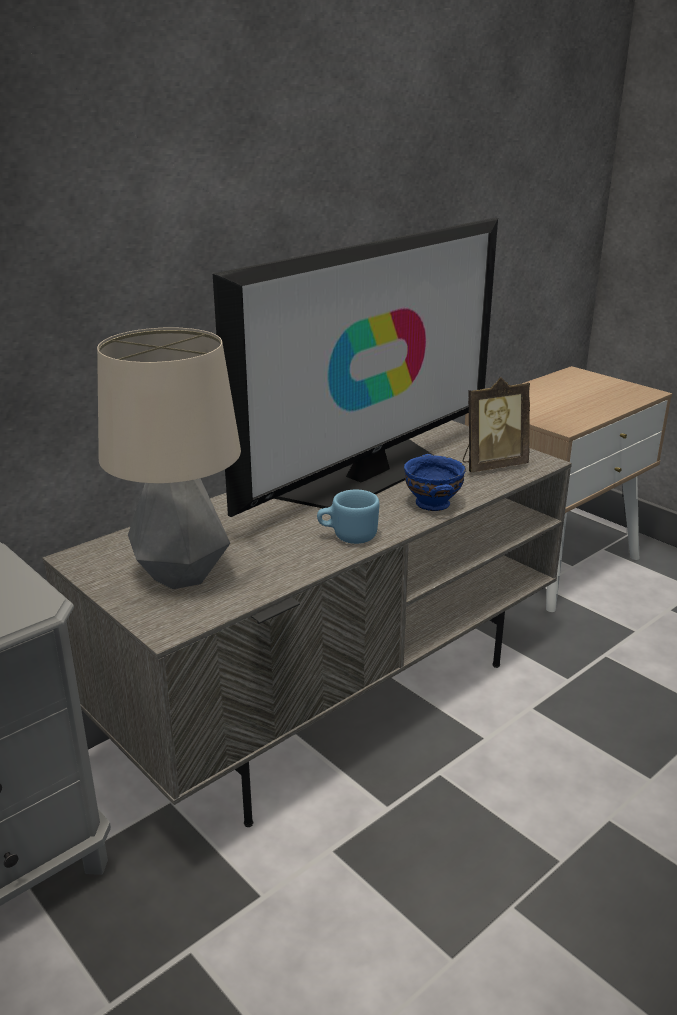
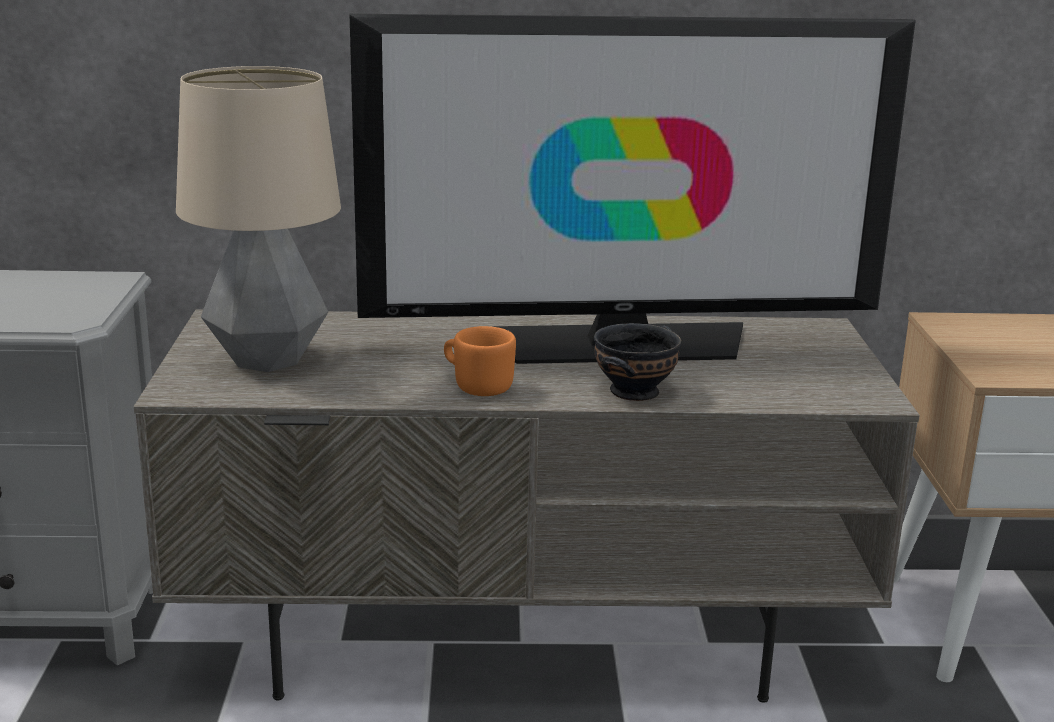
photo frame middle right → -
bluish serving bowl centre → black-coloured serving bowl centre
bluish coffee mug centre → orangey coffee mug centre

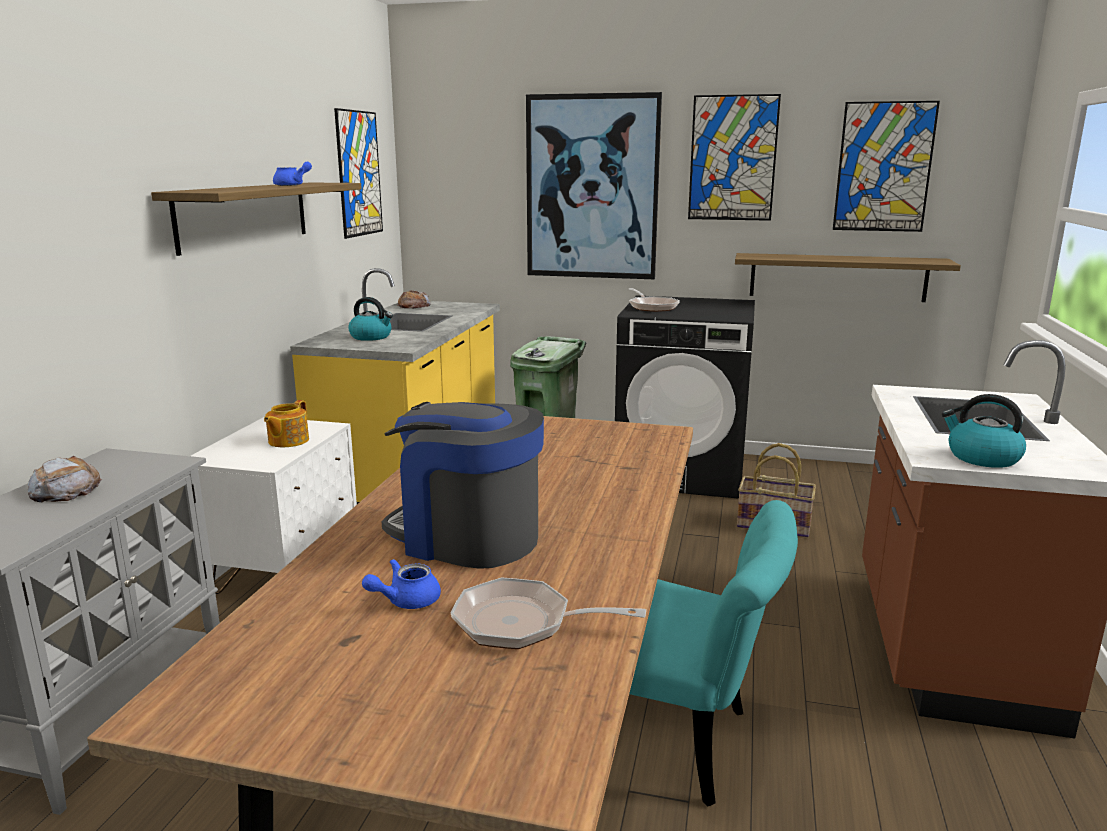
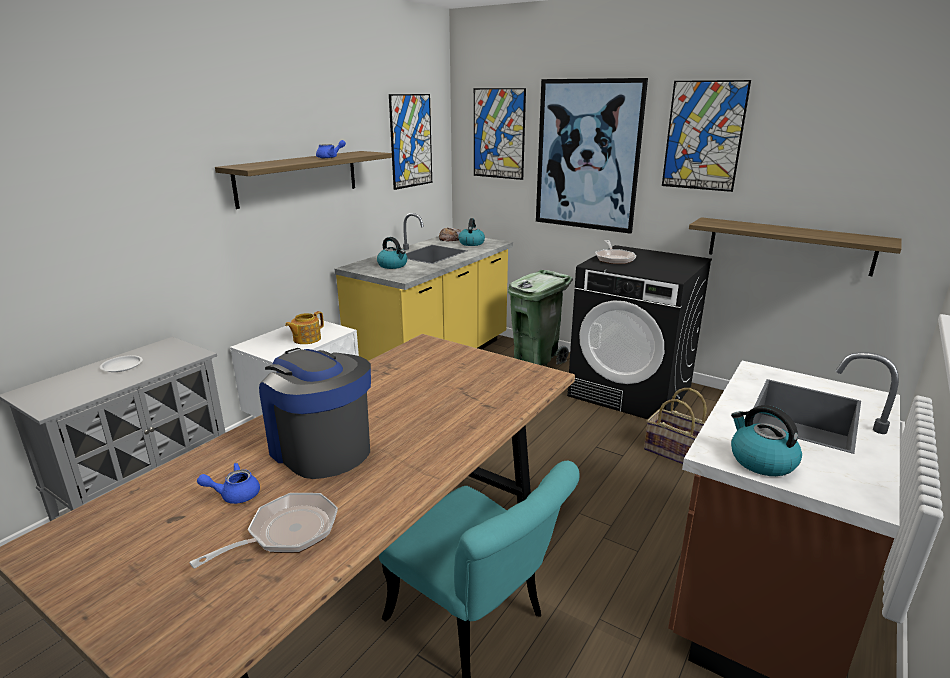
wall picture (4th from left in the first image) top right → wall picture (2nd from left) top centre, move
bakery bread (1st from left) middle left → white flat dish middle left
frying pan (1st from left) bottom centre → frying pan (1st from left) bottom left, 105 degrees clockwise
- → kettle (2nd from left) centre

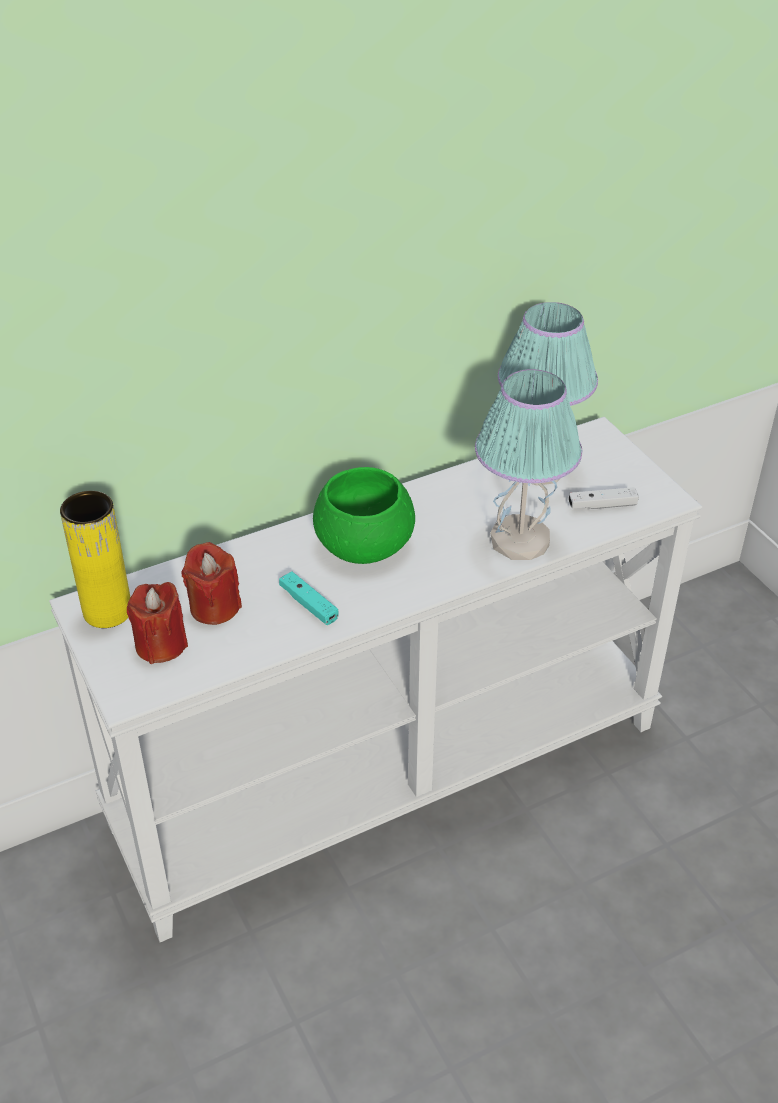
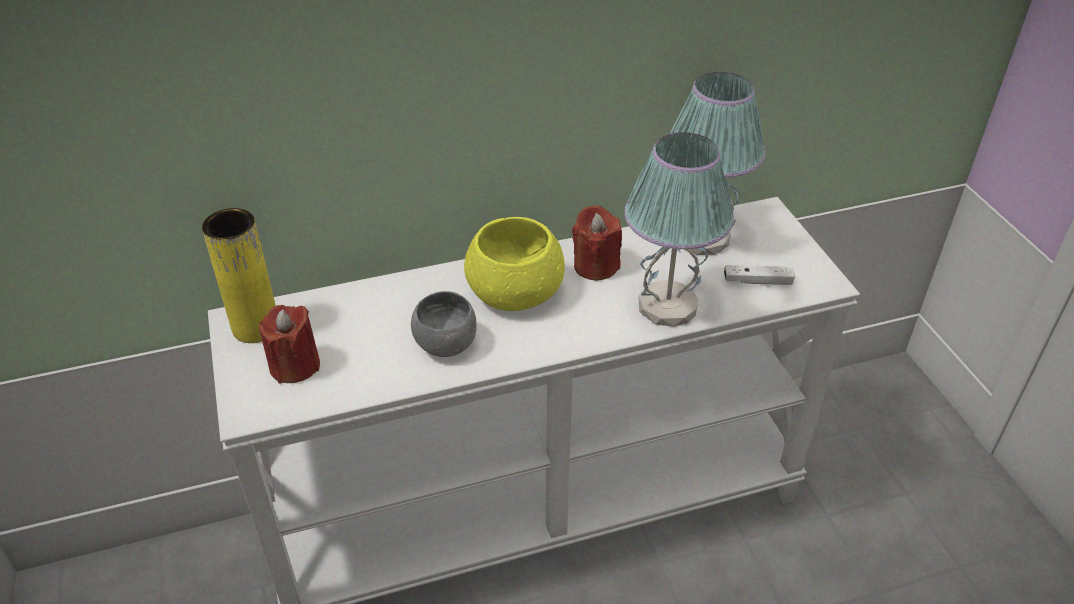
green-coloured serving bowl centre → yellow serving bowl centre
reddish wax candle (2nd from left) middle left → reddish wax candle (2nd from left) centre, move
blue-green gamepad centre → gray serving bowl centre

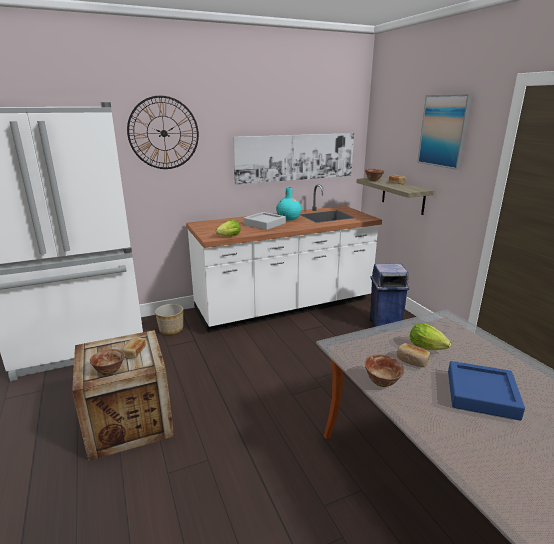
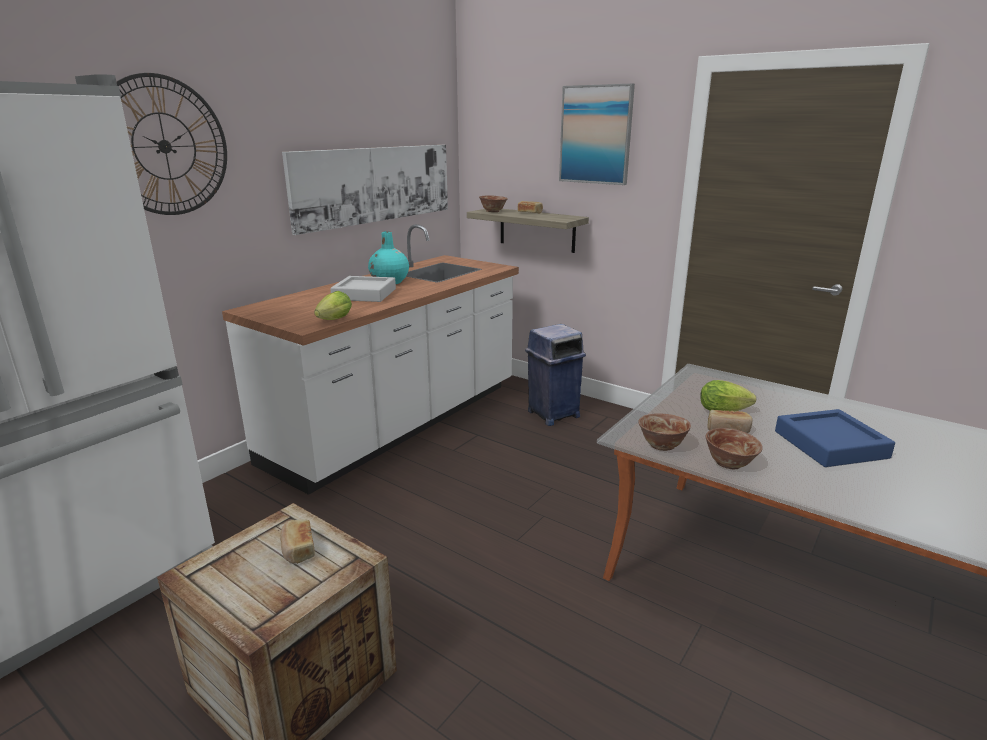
plant pot middle left → -
serving bowl (1st from left in the first image) middle left → serving bowl (2nd from left) middle right, move

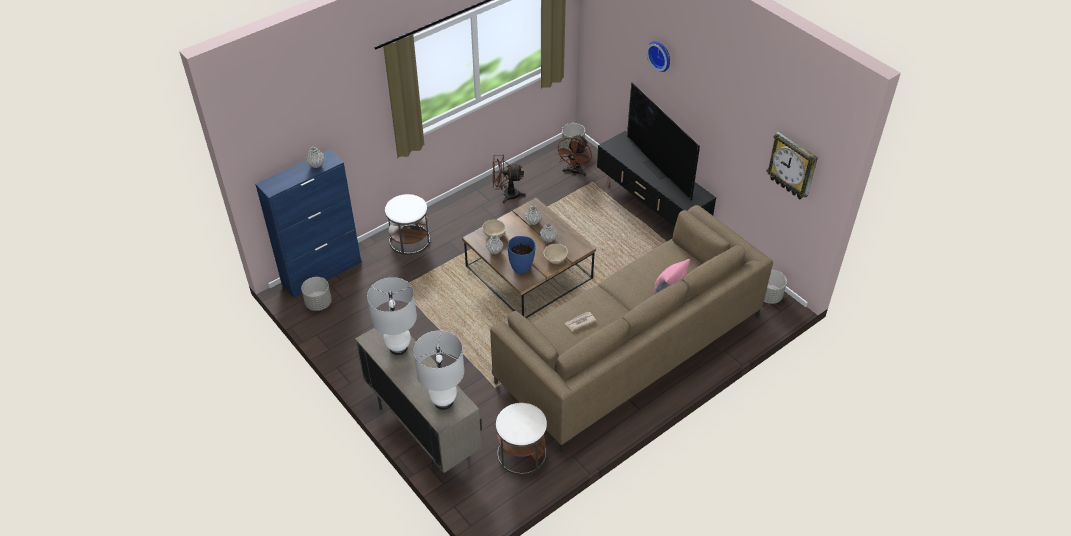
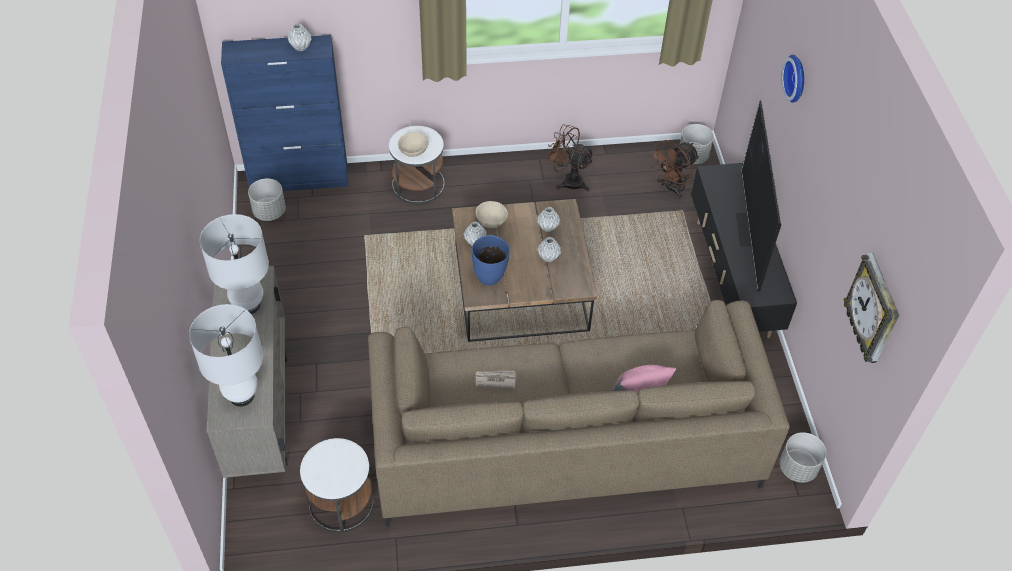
sand-coloured serving bowl (2nd from left in the first image) centre → sand-coloured serving bowl (1st from left) top centre, move

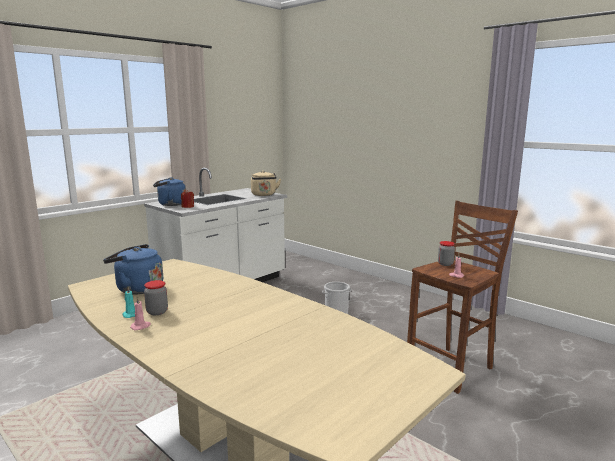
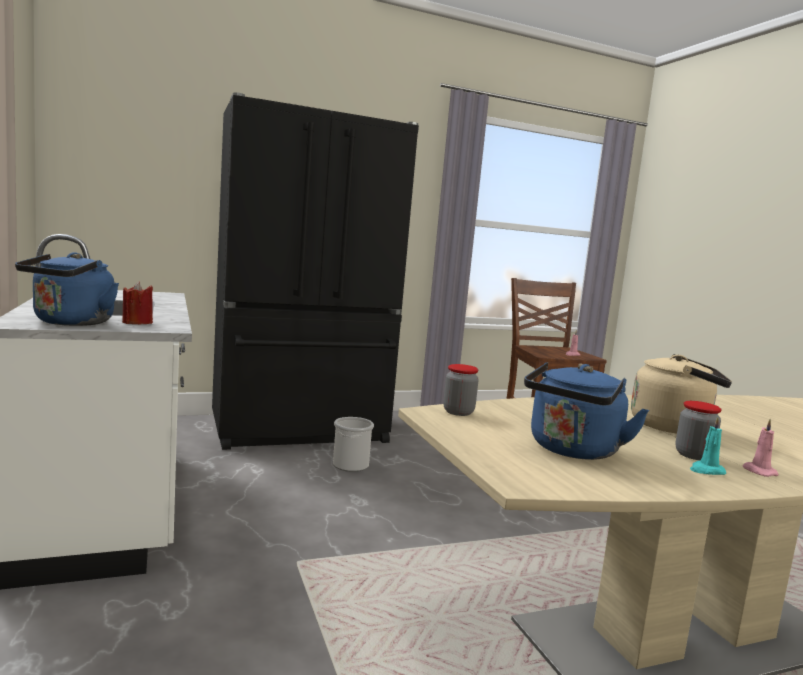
sand-coloured kettle centre → sand-coloured kettle middle right, move
storage jar (2nd from left in the first image) middle right → storage jar (1st from left) centre, move
- → black-coloured fridge centre

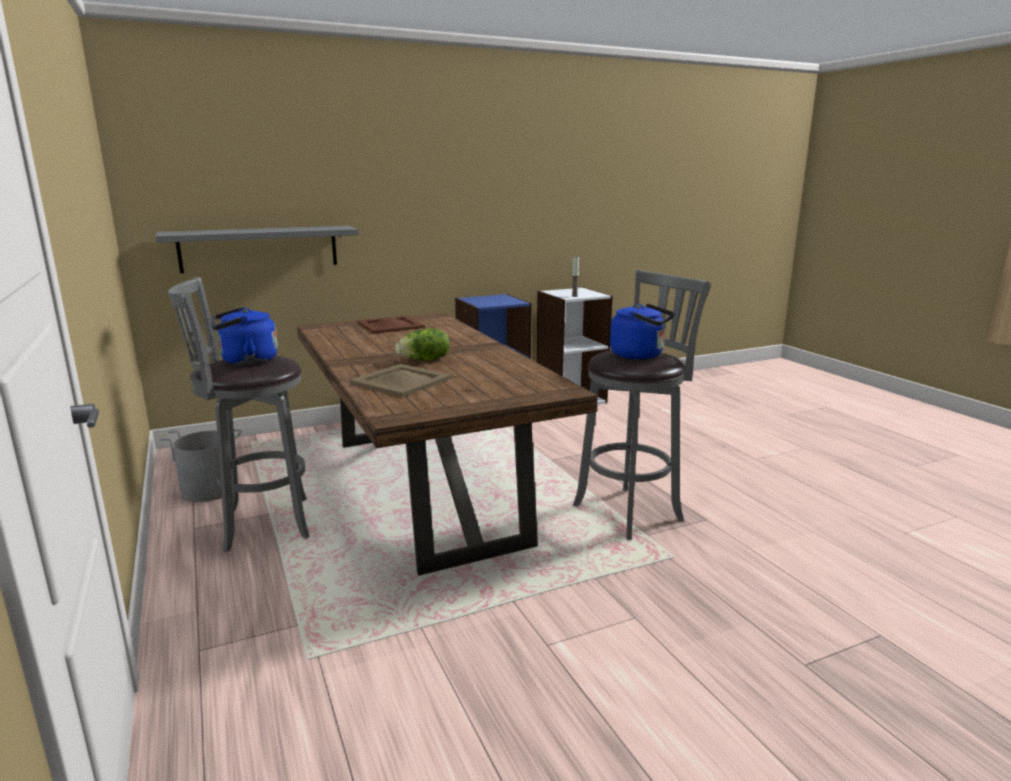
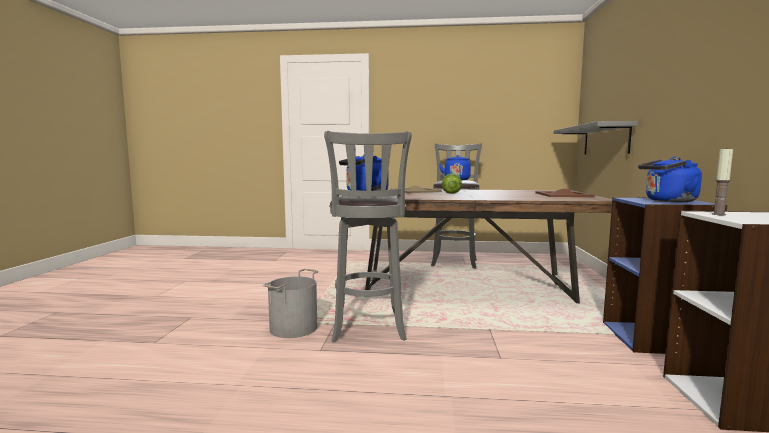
gray bucket middle left → gray bucket bottom centre, move
- → bluish kettle (3rd from left) middle right

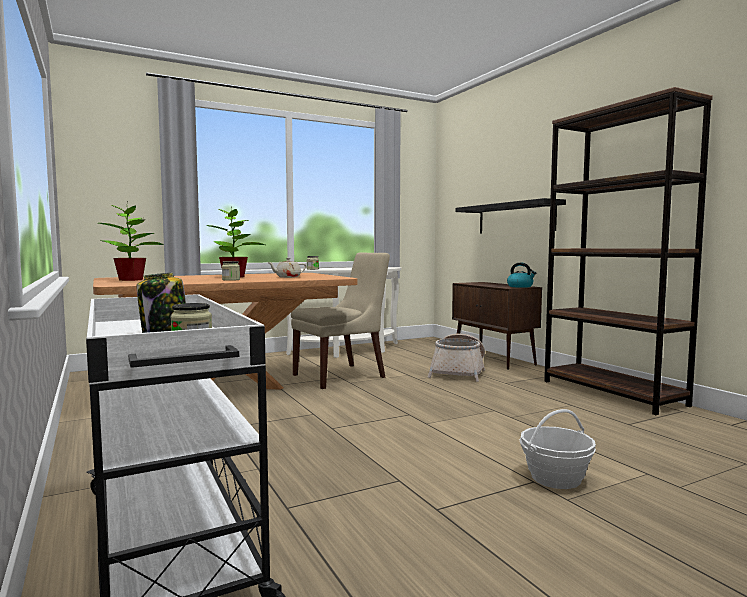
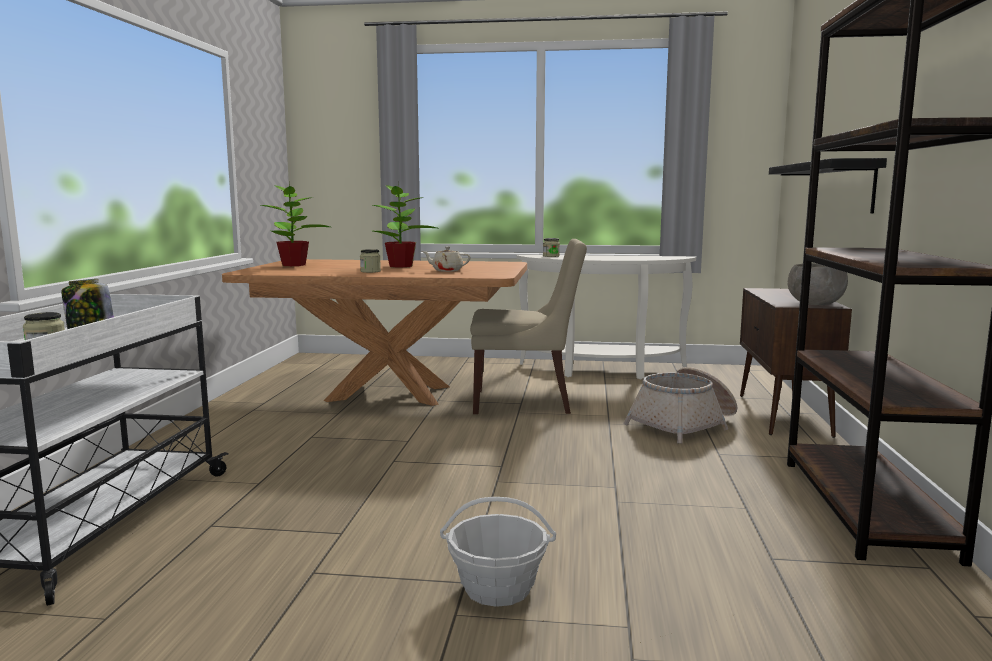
kettle middle right → gray serving bowl middle right

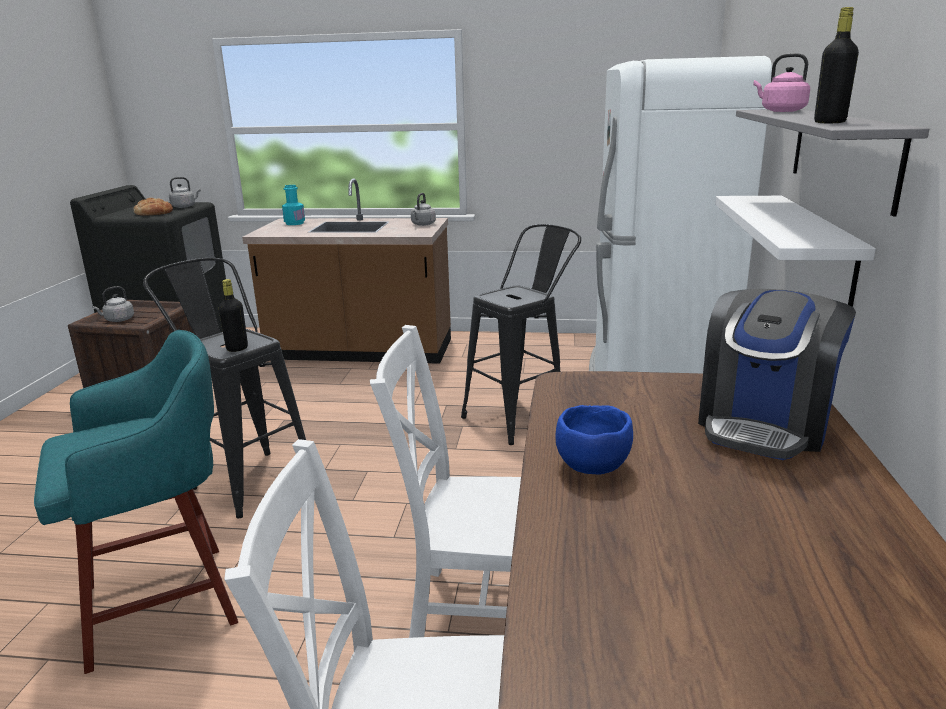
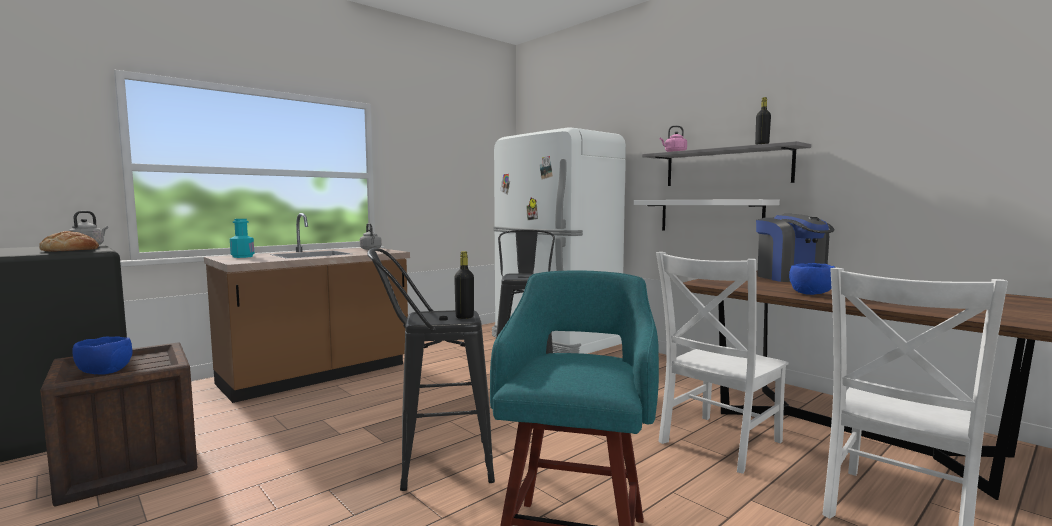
gray kettle (1st from left) middle left → bluish serving bowl (1st from left) bottom left

